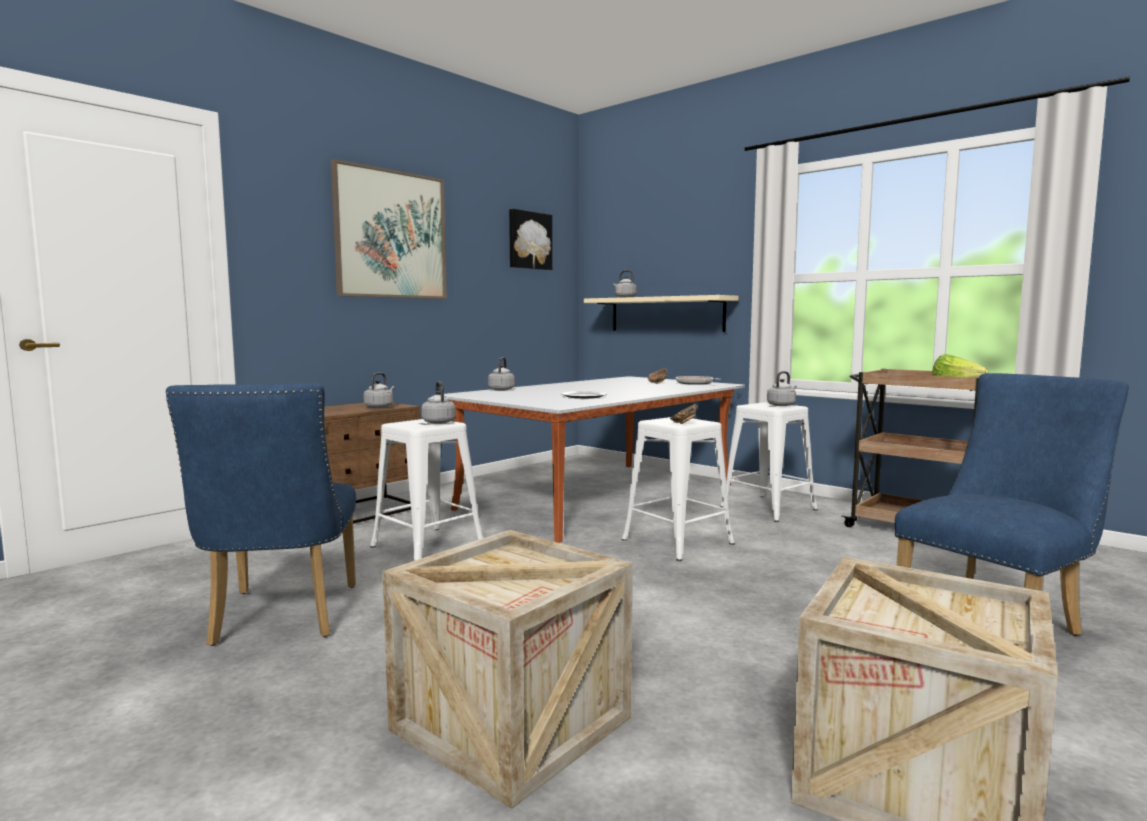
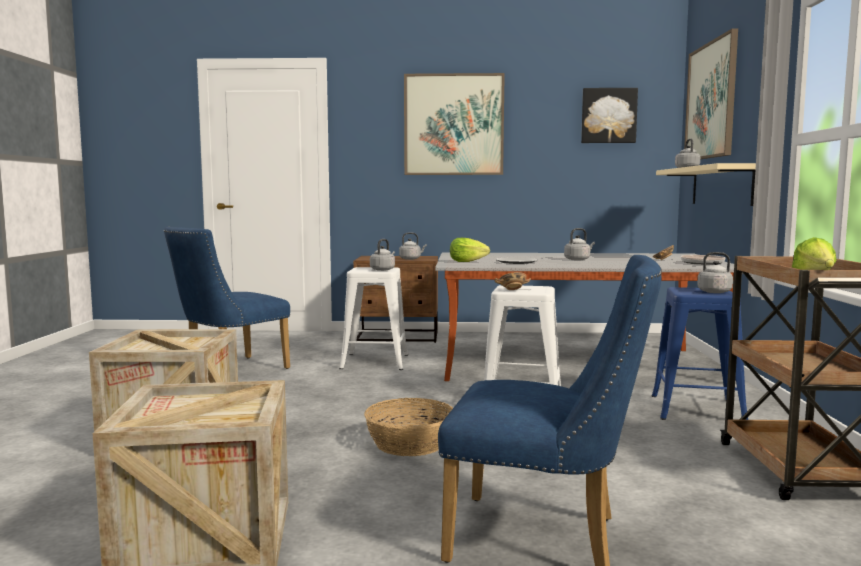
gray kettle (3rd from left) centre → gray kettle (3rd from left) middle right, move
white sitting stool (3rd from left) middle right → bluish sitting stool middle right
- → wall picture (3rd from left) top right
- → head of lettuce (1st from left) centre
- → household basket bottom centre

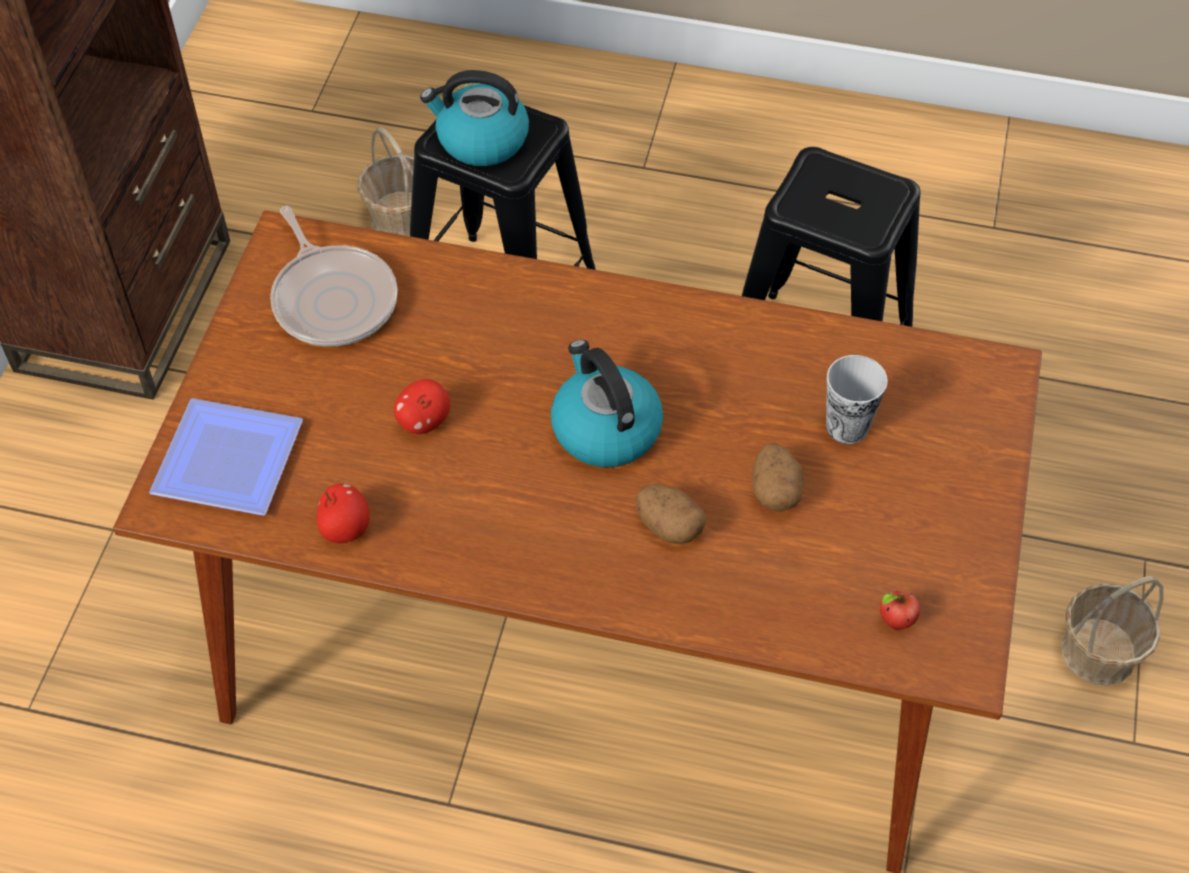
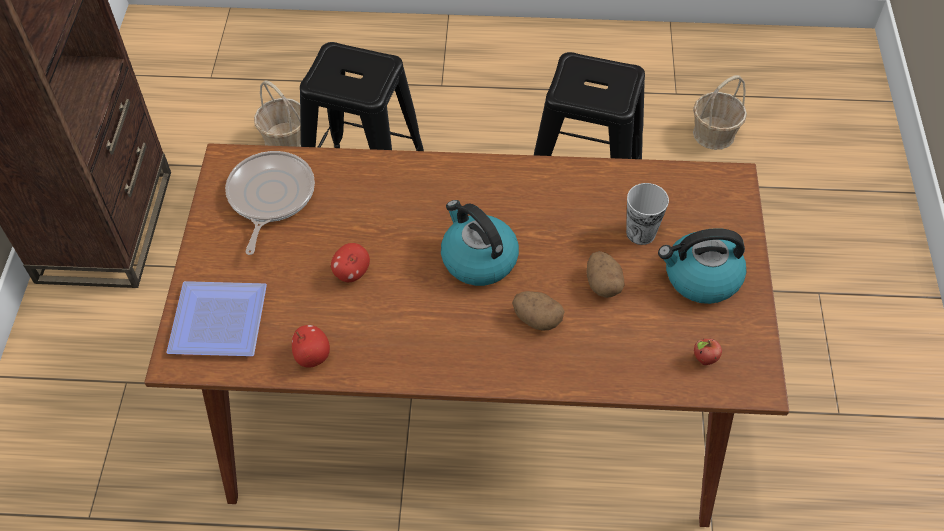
kettle (1st from left in the first image) top centre → kettle (2nd from left) middle right, move
frying pan top left → frying pan middle left, 135 degrees counterclockwise
household basket (2nd from left) bottom right → household basket (2nd from left) top right, move

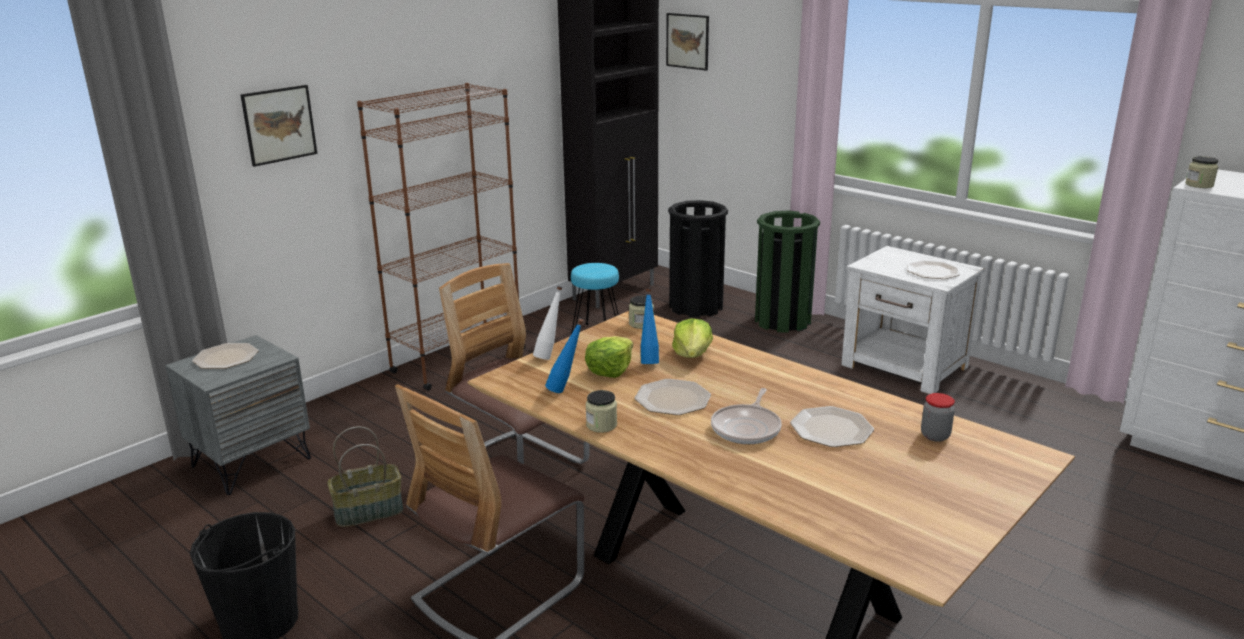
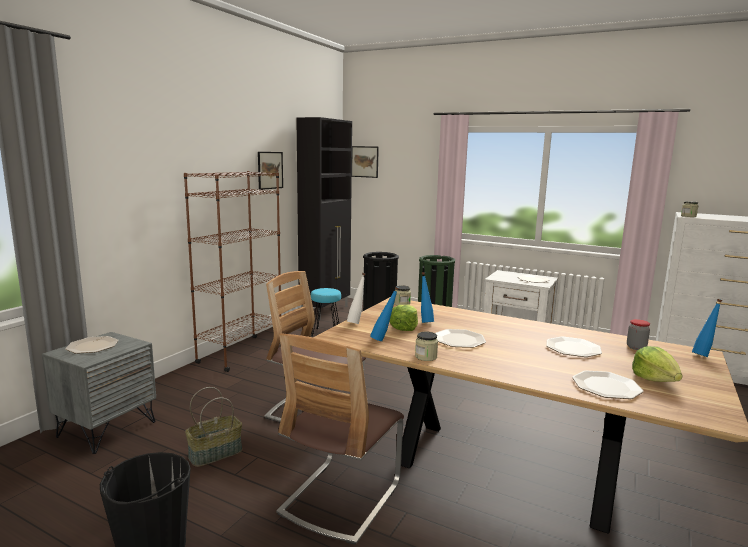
wall picture (1st from left) top left → wall picture (1st from left) top centre, move
head of lettuce (2nd from left) centre → head of lettuce (2nd from left) middle right, move
frying pan centre → -
- → bluish beverage bottle (3rd from left) middle right
- → flat dish (5th from left) bottom right

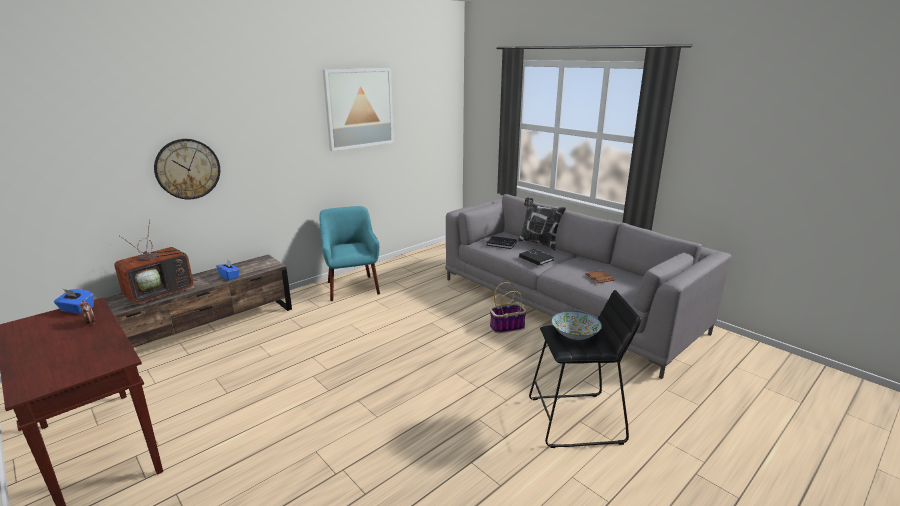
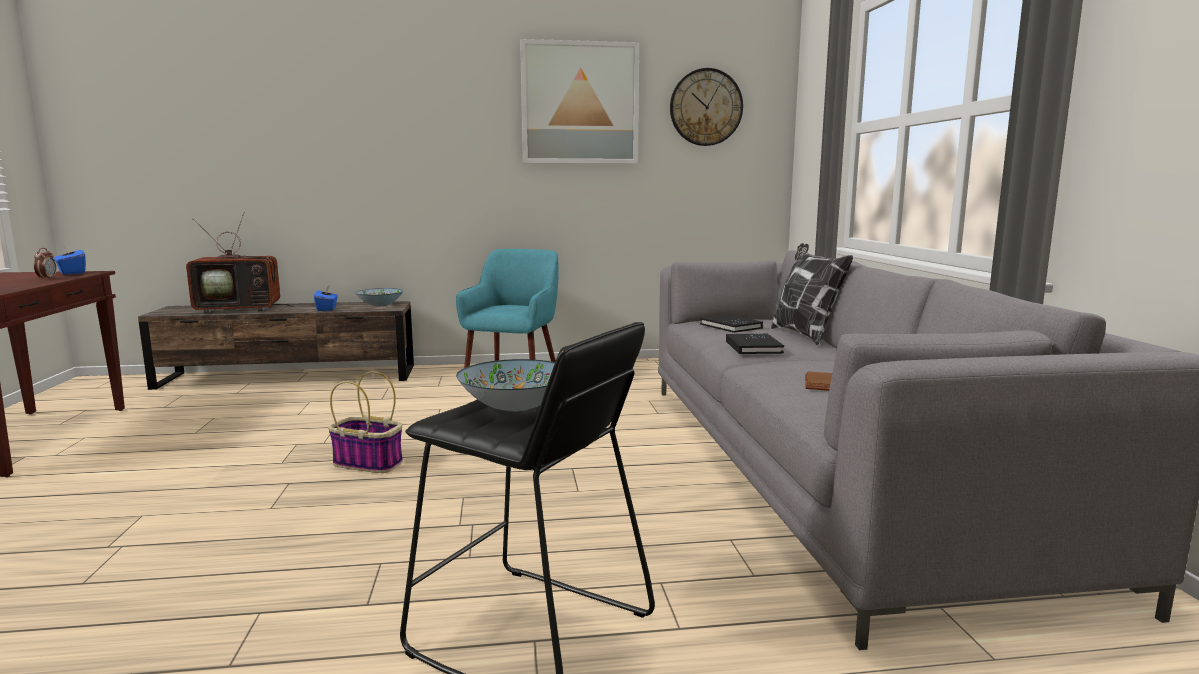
wall clock middle left → wall clock top centre, move
household basket centre → household basket middle left, move
- → serving bowl (1st from left) middle left

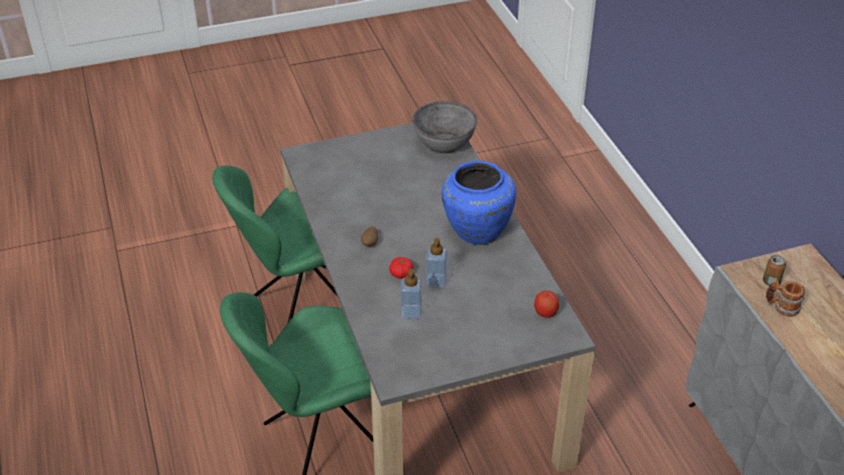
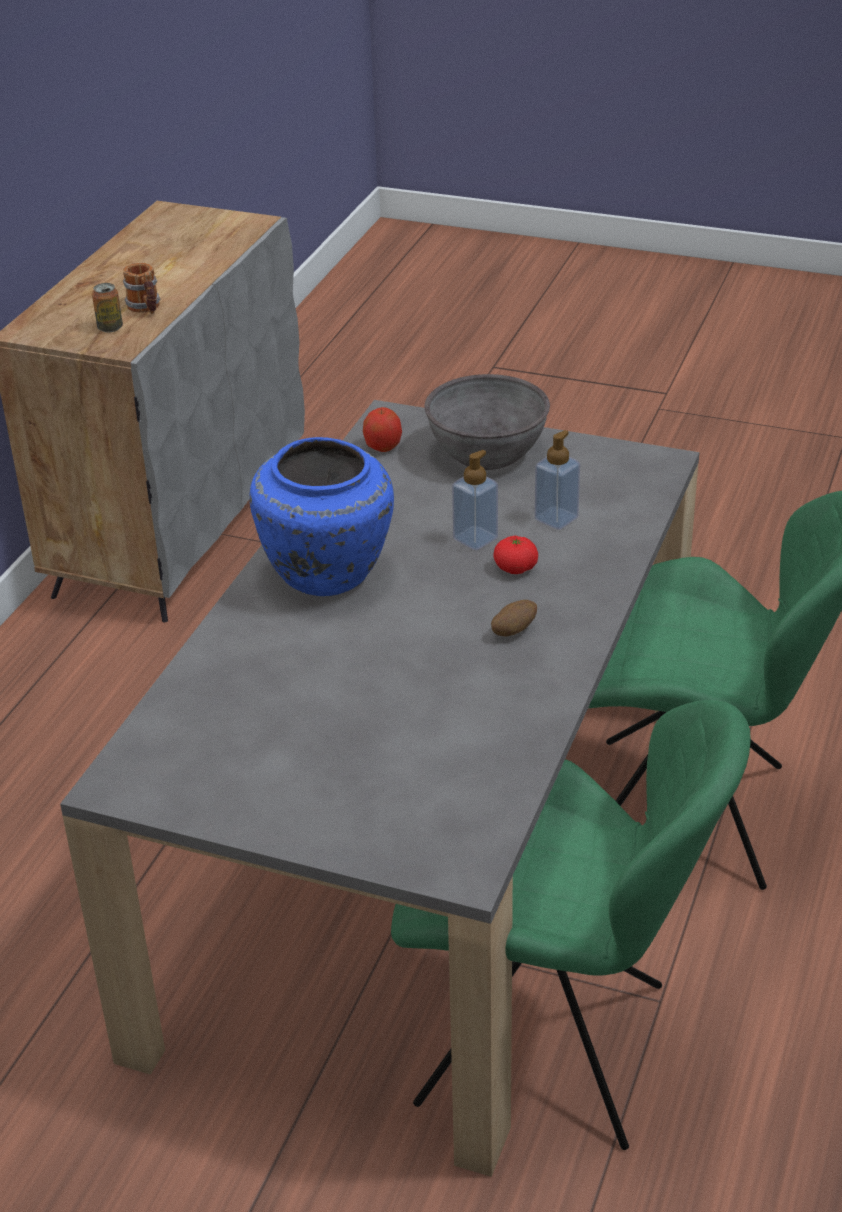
gray serving bowl top centre → gray serving bowl centre, move

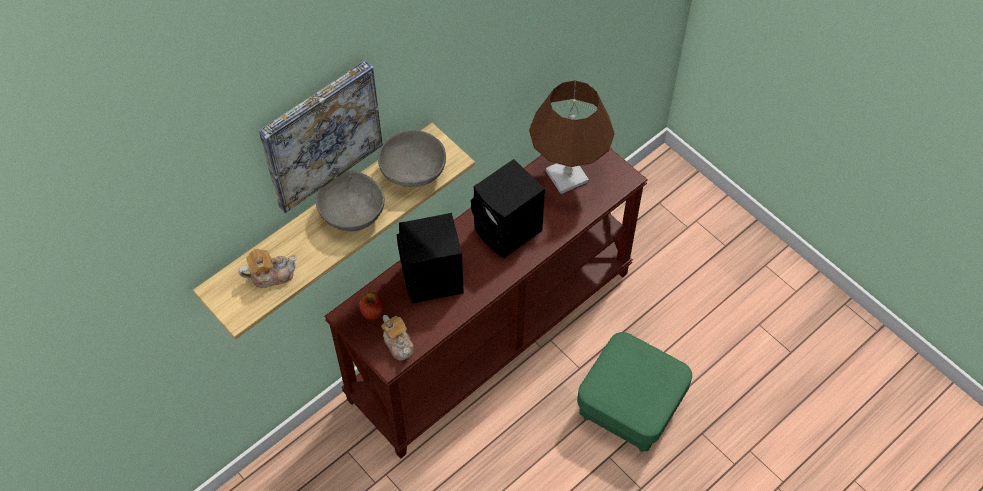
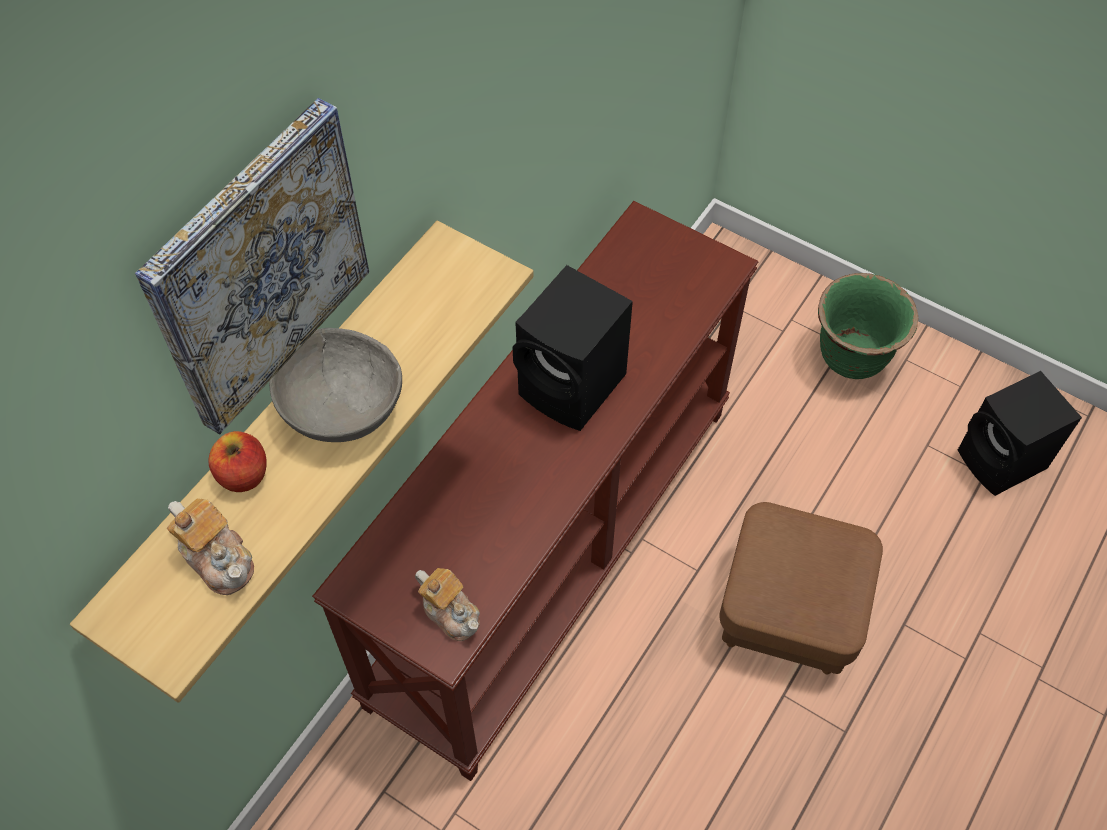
brownish table lamp top centre → -
gray serving bowl (2nd from left) top centre → -
black-coloured loudspeaker (1st from left in the first image) centre → black-coloured loudspeaker (2nd from left) middle right, move
tea pot (1st from left) middle left, 75 degrees clockwise
apple fruit centre → apple fruit middle left, move
green-coloured ottoman bottom centre → brownish ottoman bottom right
- → green-coloured plant pot middle right

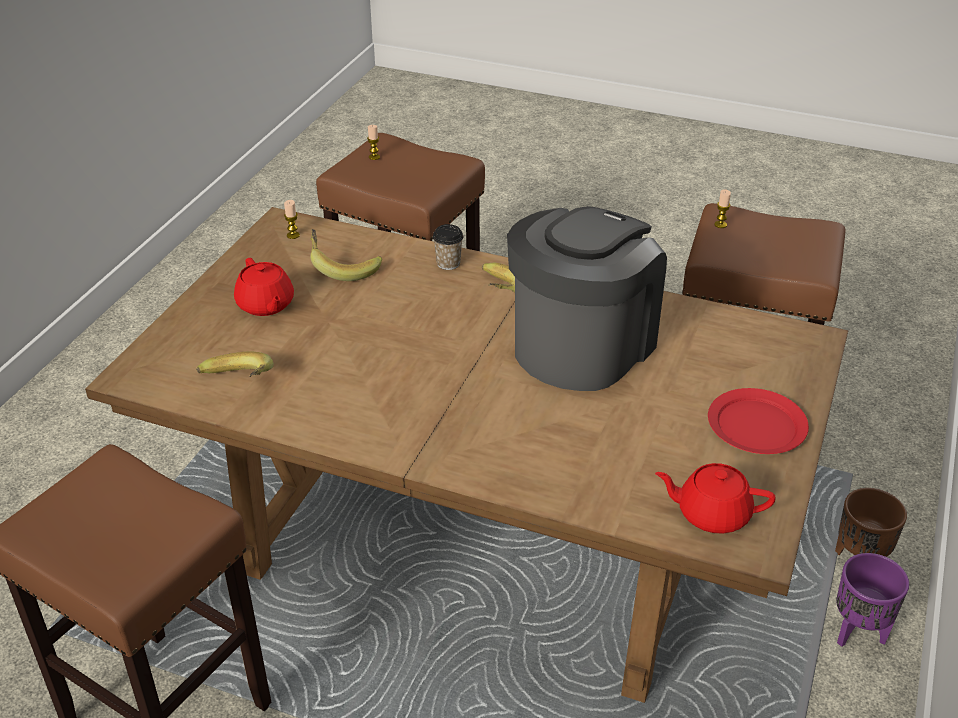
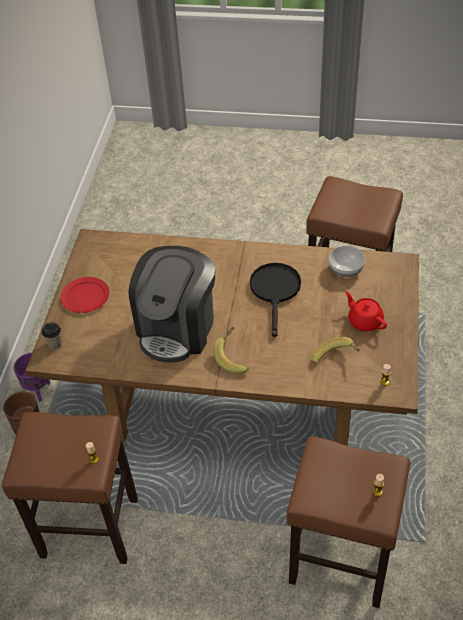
drinking cup centre → drinking cup middle left, move
whole banana (1st from left) middle left → serving bowl middle right
reddish tea pot (2nd from left) bottom right → -
- → black-coloured frying pan centre

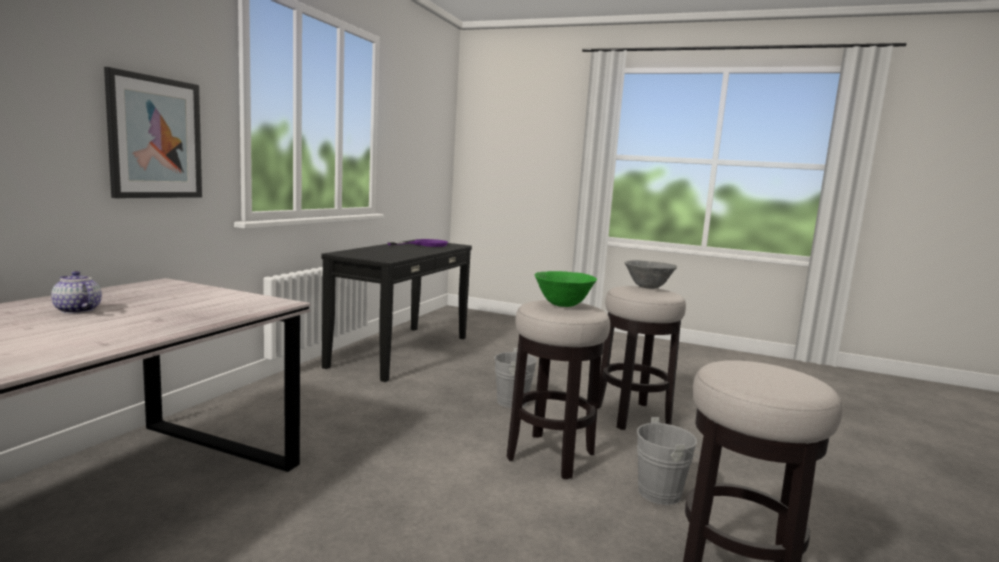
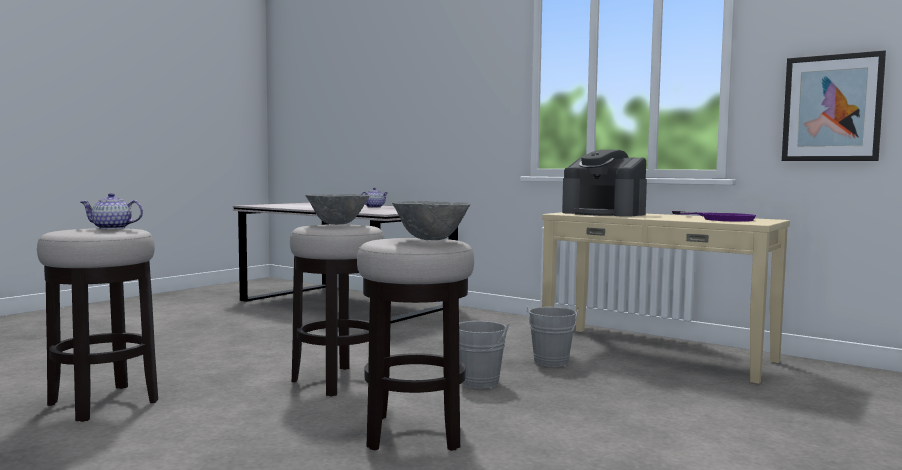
wall picture top left → wall picture top right, move
black-coloured console table centre → sand-coloured console table middle right
green-coloured serving bowl centre → gray serving bowl (1st from left) centre
gray bucket (2nd from left) bottom right → gray bucket (2nd from left) bottom centre, move
- → coffee brewer middle right
- → tea pot (1st from left) middle left

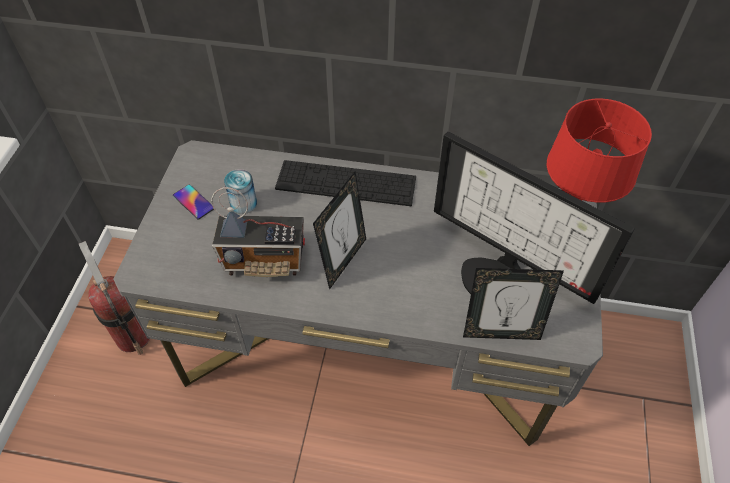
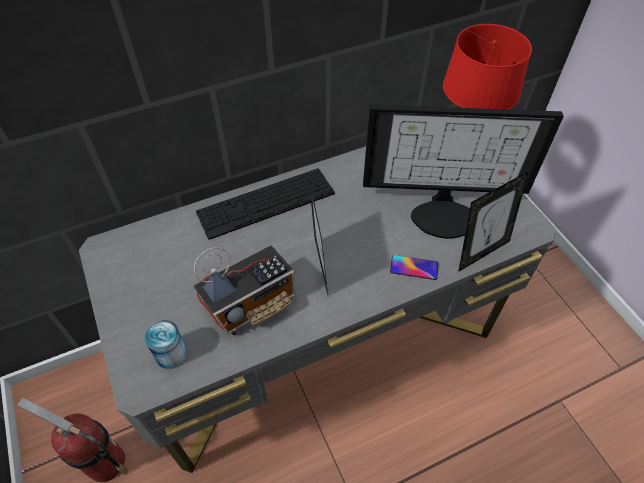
metal can middle left → metal can bottom left, move
handset middle left → handset centre, move

